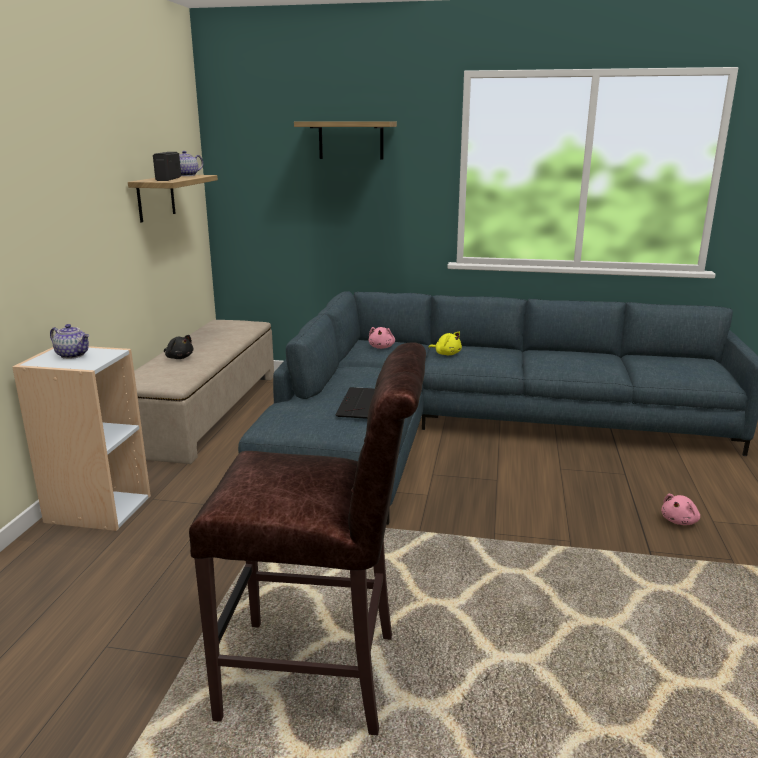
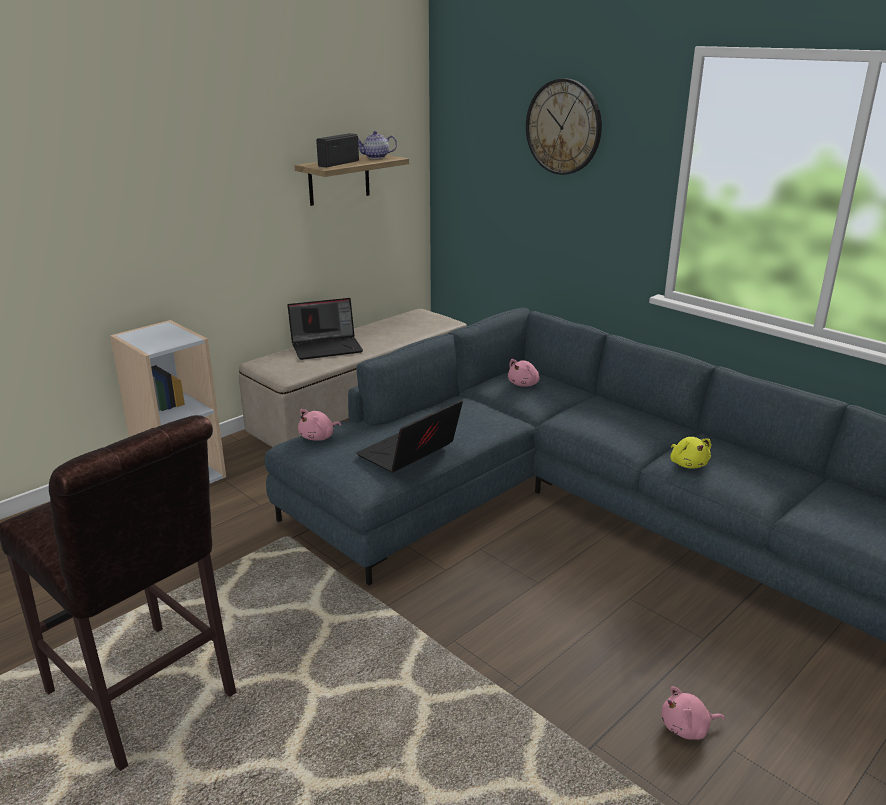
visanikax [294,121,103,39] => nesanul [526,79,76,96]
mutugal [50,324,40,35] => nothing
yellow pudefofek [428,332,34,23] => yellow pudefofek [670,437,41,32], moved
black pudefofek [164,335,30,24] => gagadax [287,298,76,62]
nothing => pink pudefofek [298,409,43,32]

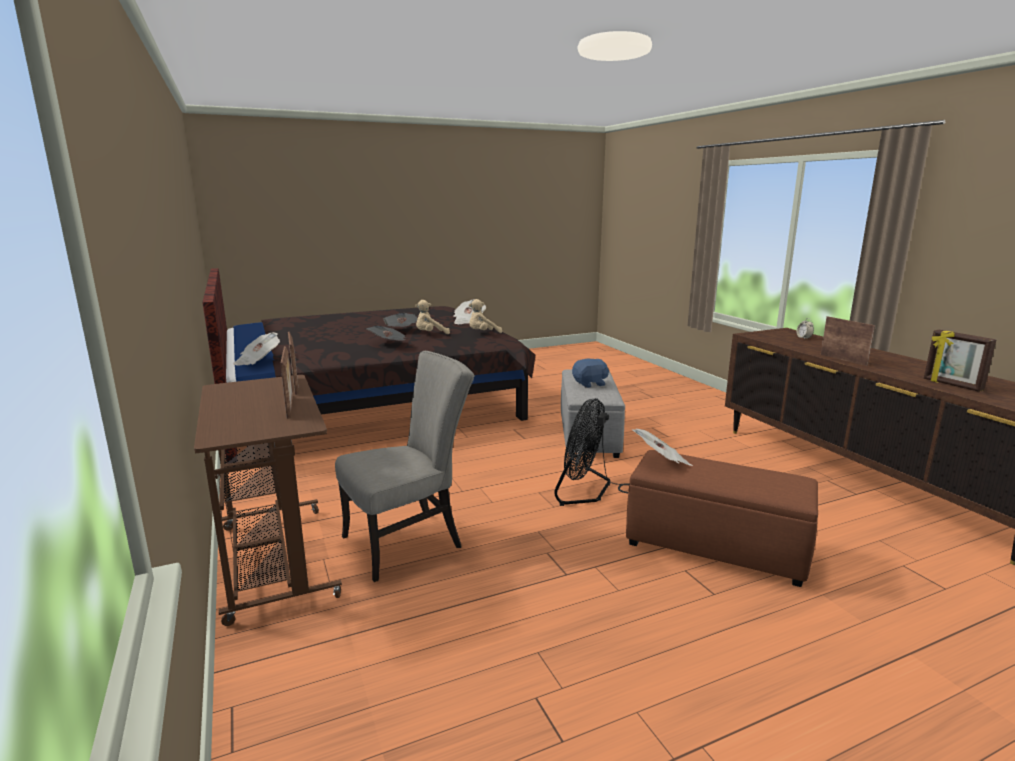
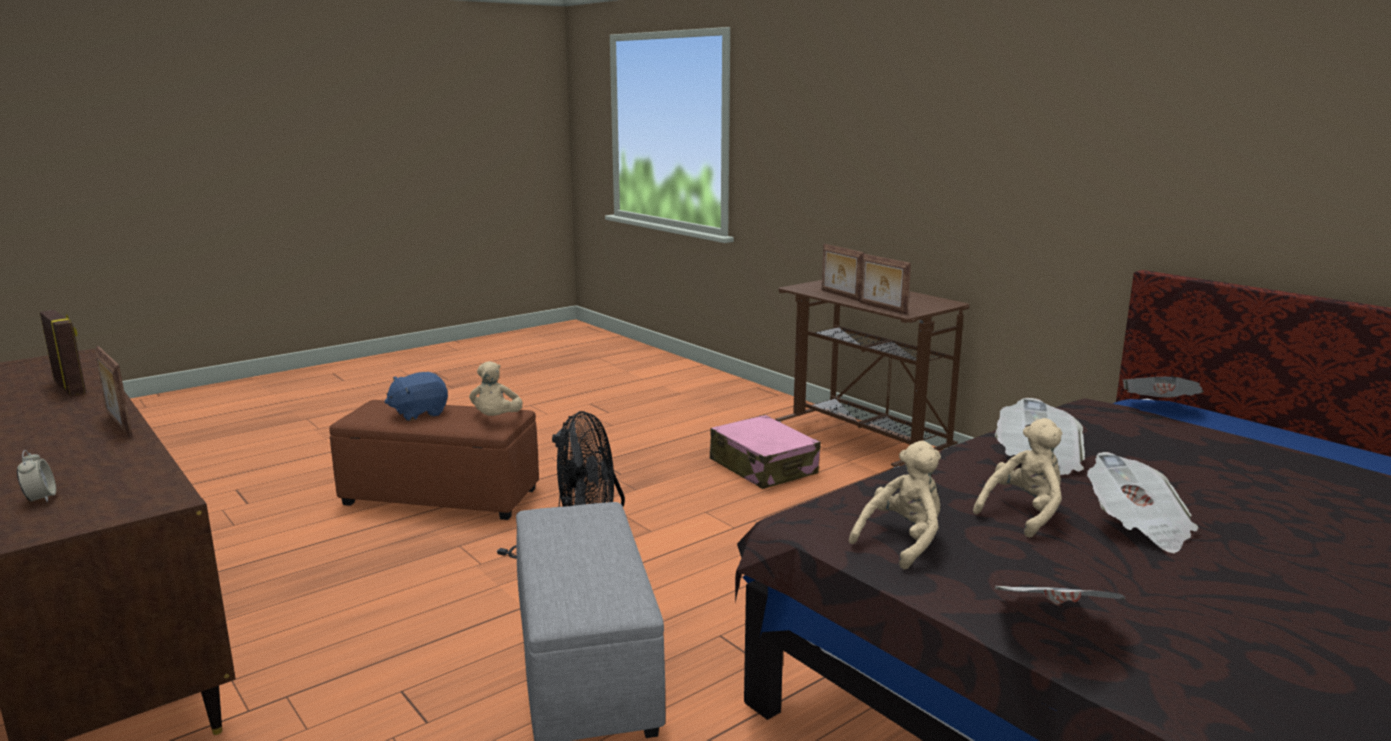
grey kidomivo [335,351,140,231] => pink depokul [710,415,111,74]
blue pudefofek [572,358,37,30] => blue pudefofek [385,372,63,49], moved
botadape [632,429,61,37] => beige pudefofek [469,361,54,55]

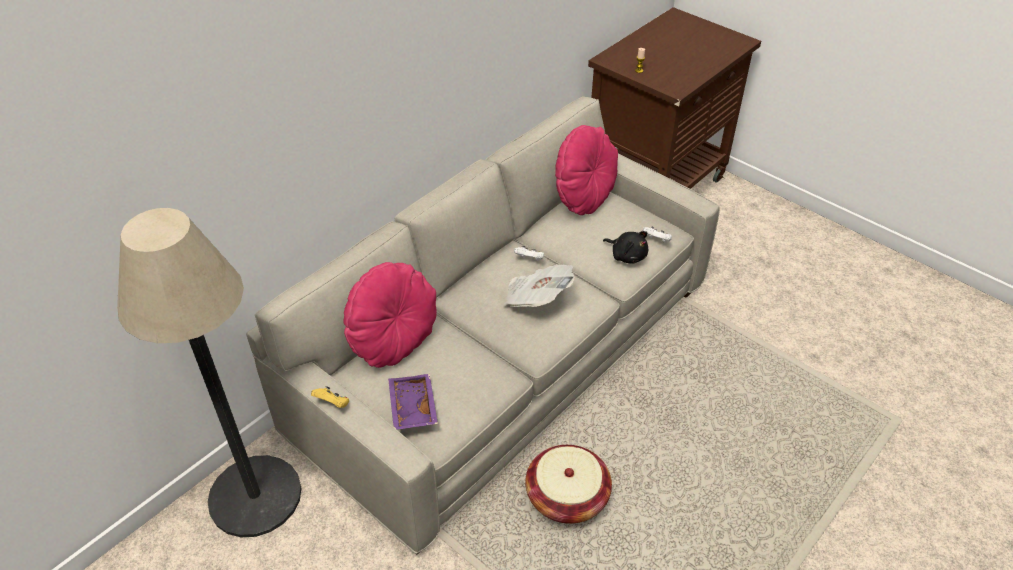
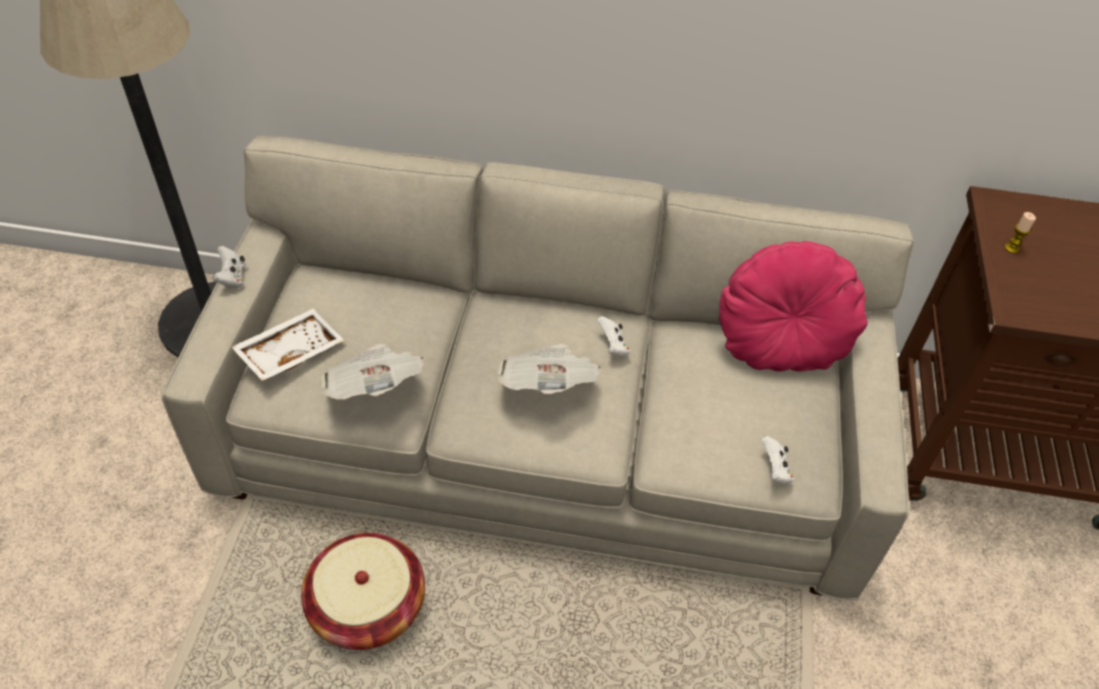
black pudefofek [603,231,45,33] => nothing
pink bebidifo [343,262,94,106] => nothing
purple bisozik [388,374,50,55] => white bisozik [232,309,113,72]
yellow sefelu [311,386,38,22] => white sefelu [212,246,34,42]
nothing => botadape [322,344,102,56]

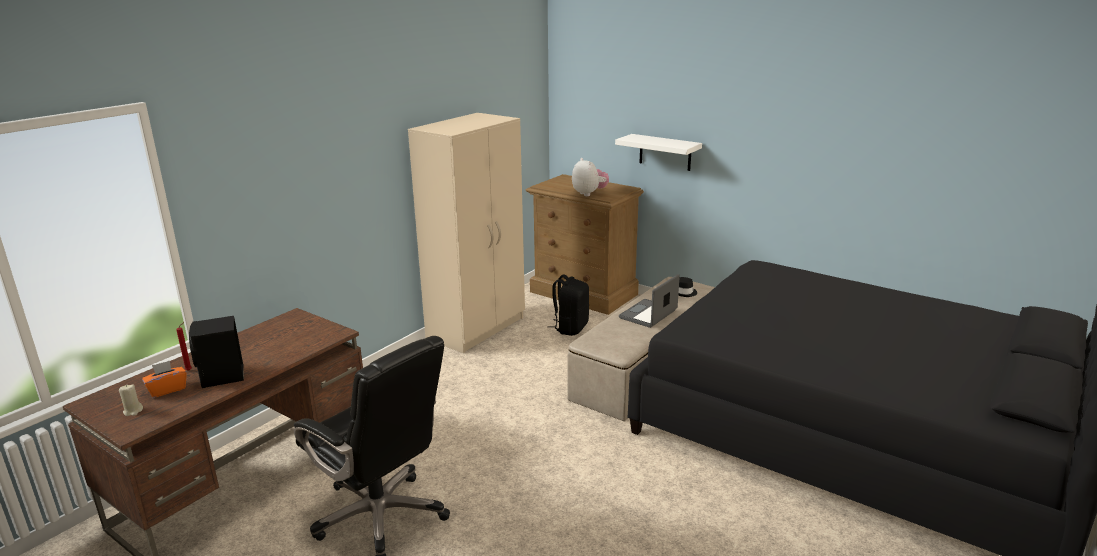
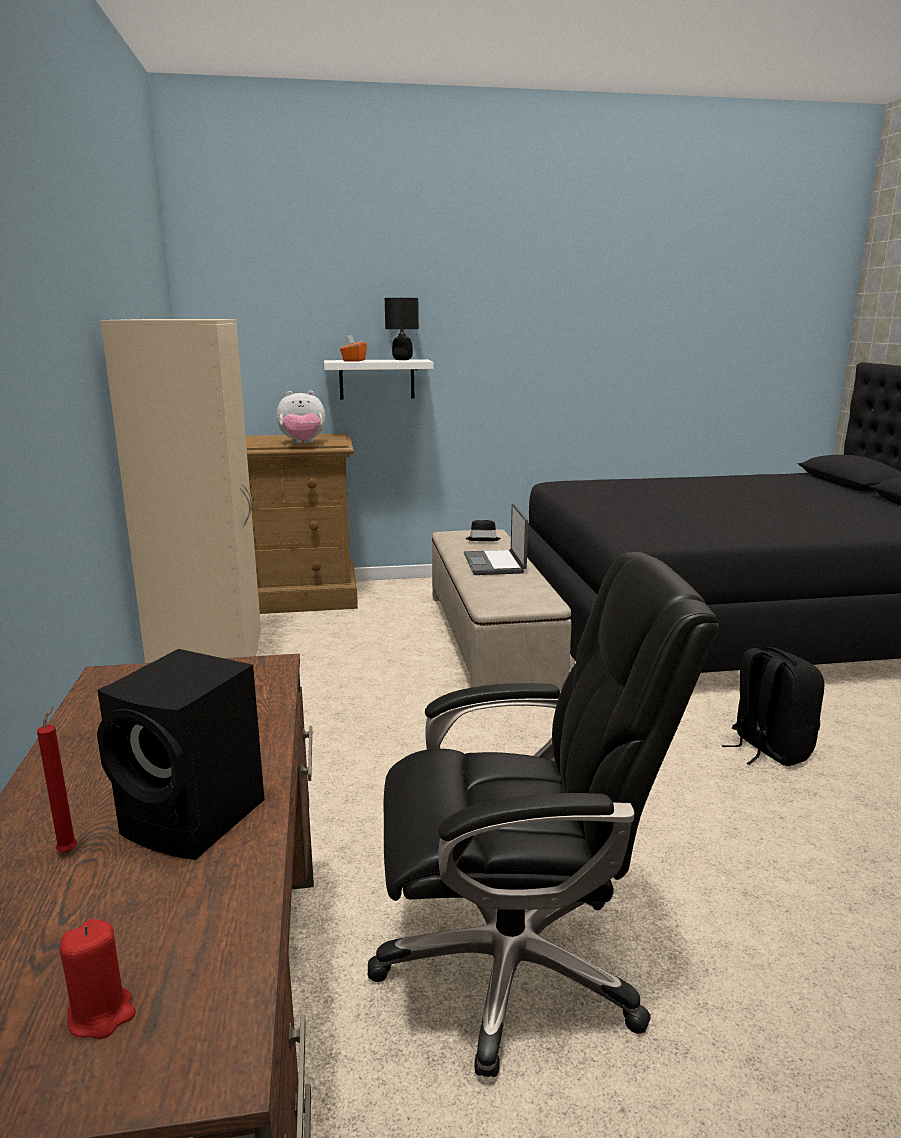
pudefofek [572,158,37,38] => pudefofek [276,391,50,52], 150 degrees clockwise
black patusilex [547,275,42,61] => black patusilex [722,647,102,119], moved
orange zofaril [142,360,45,38] => orange zofaril [340,335,27,27], moved
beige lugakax [119,384,24,32] => red lugakax [60,919,76,120]
nothing => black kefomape [385,297,34,63]

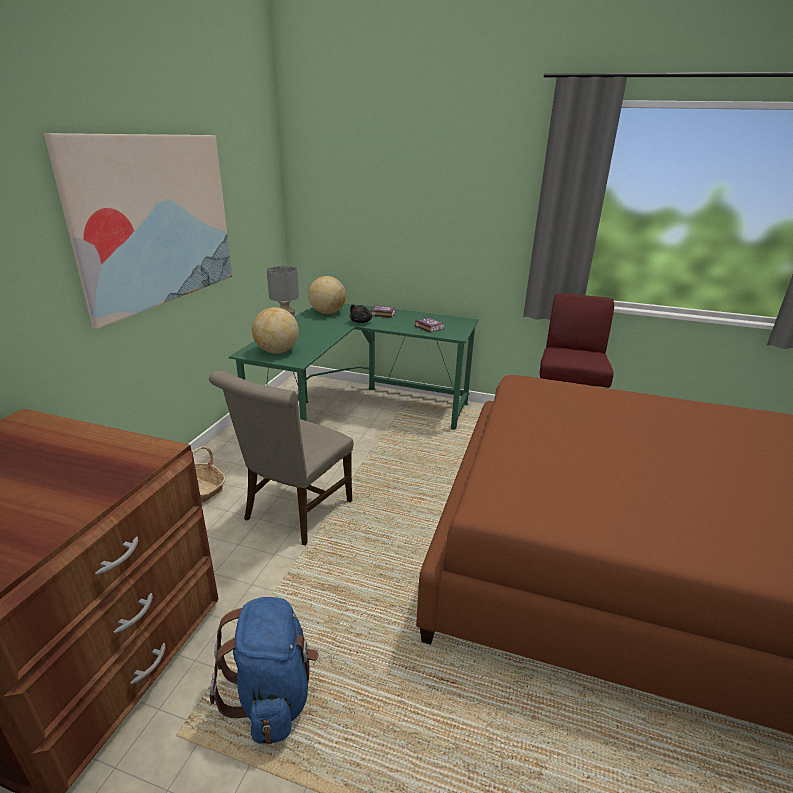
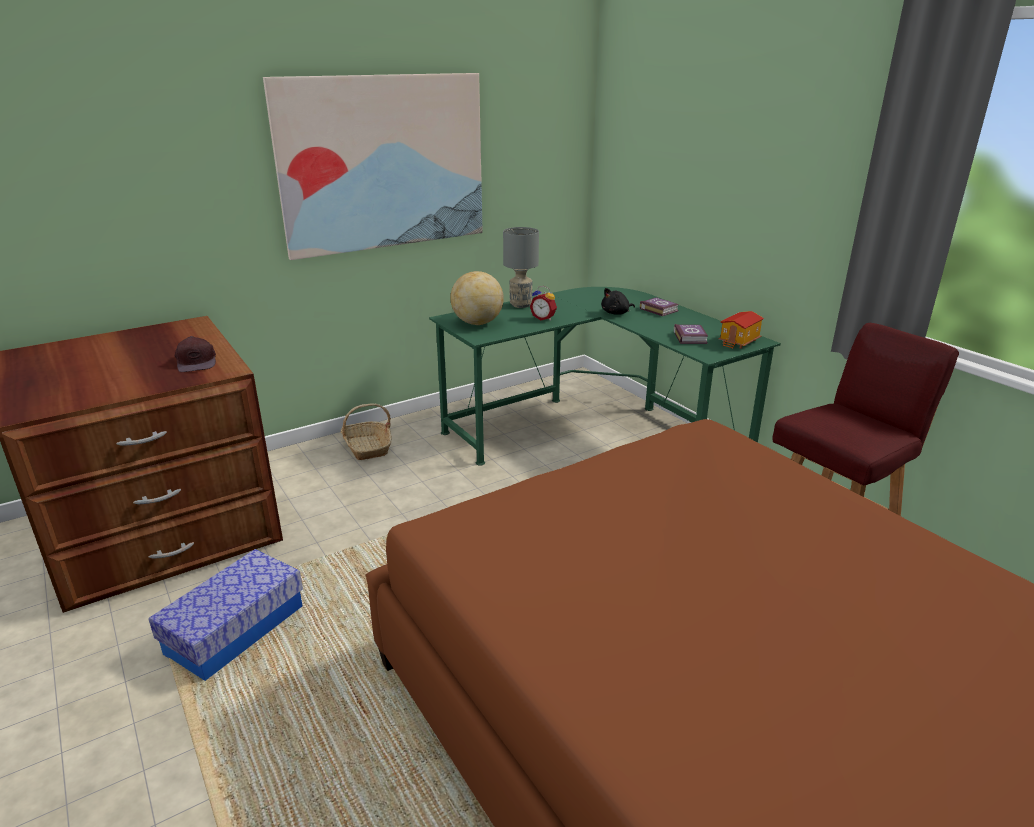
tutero [308,276,38,38] => nothing
beige kidomivo [209,371,145,175] => nothing
blue patusilex [210,597,109,147] => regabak [148,549,155,132]
nothing => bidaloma [530,286,27,35]
nothing => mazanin [718,311,46,38]
nothing => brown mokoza [175,336,41,36]

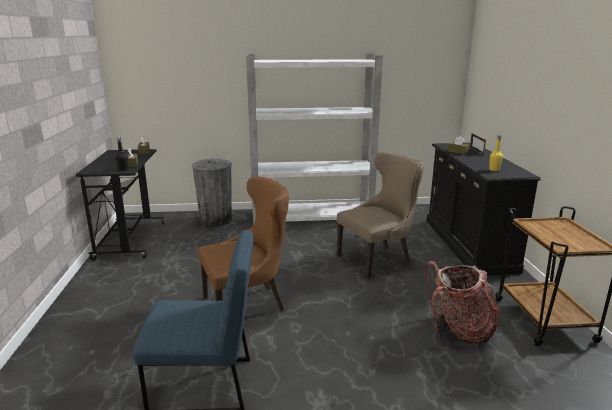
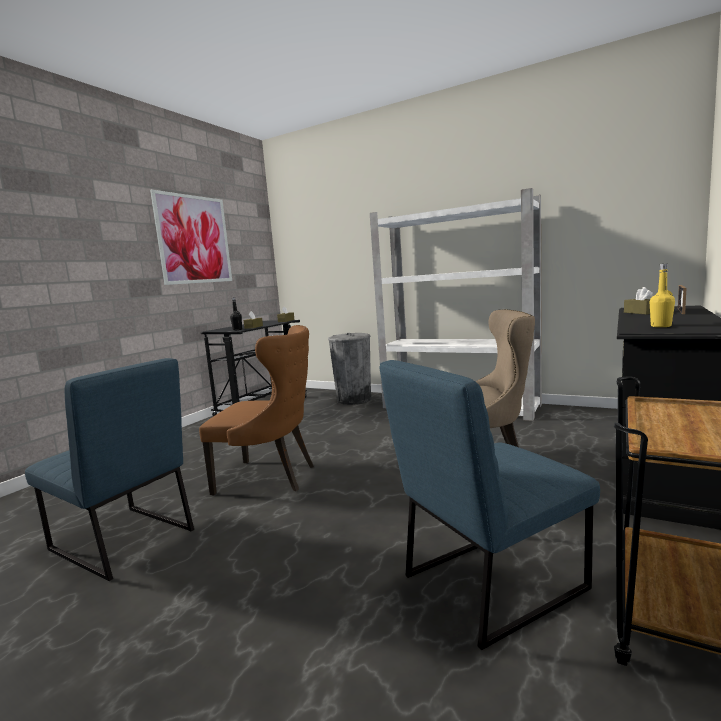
patusilex [425,261,75,84] => blue kidomivo [380,360,220,290]
nothing => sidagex [150,190,82,95]

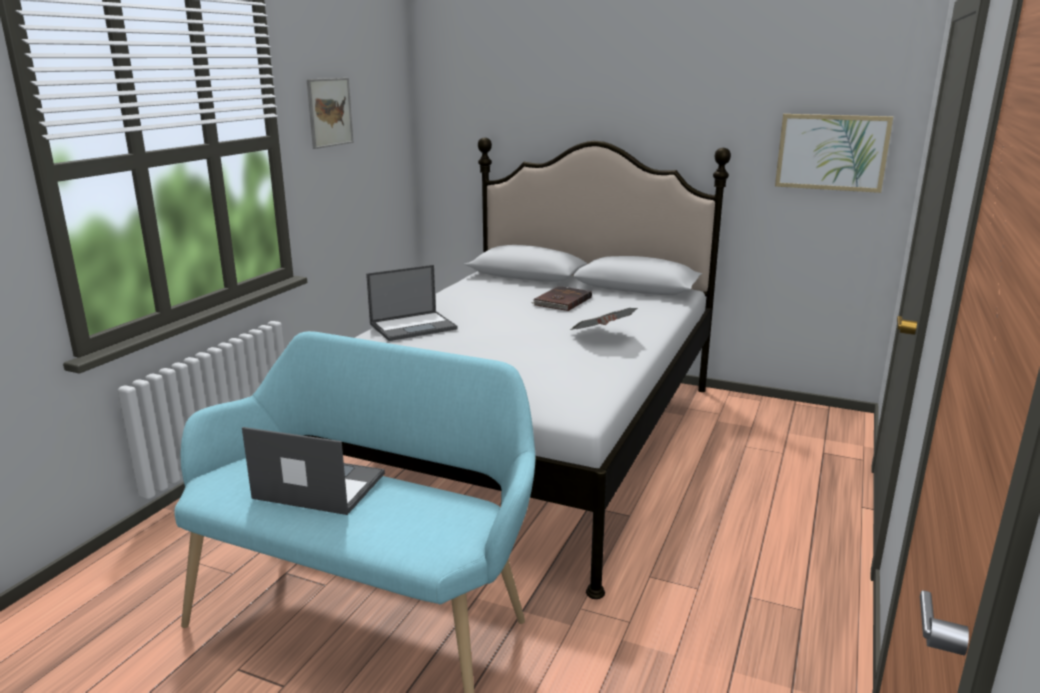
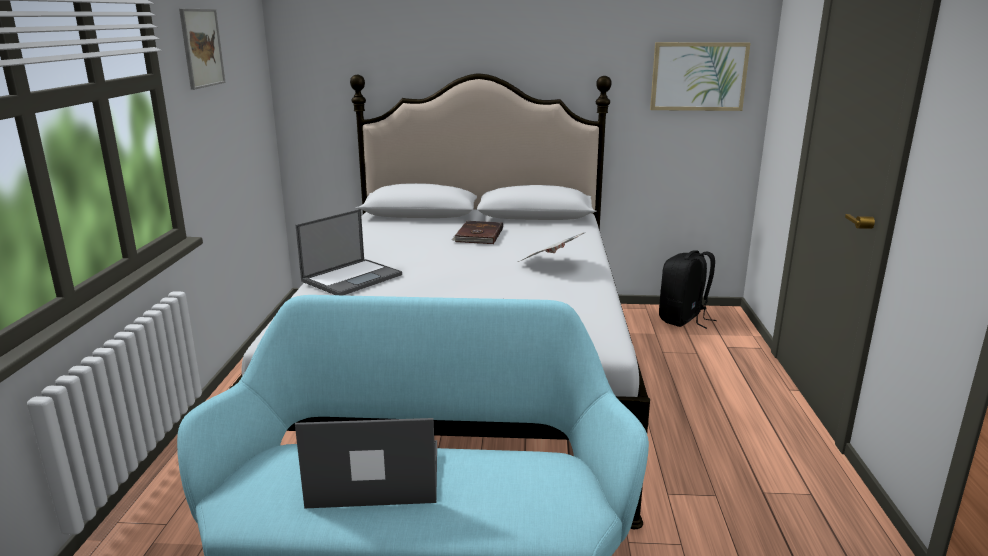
nothing => black patusilex [659,250,58,79]

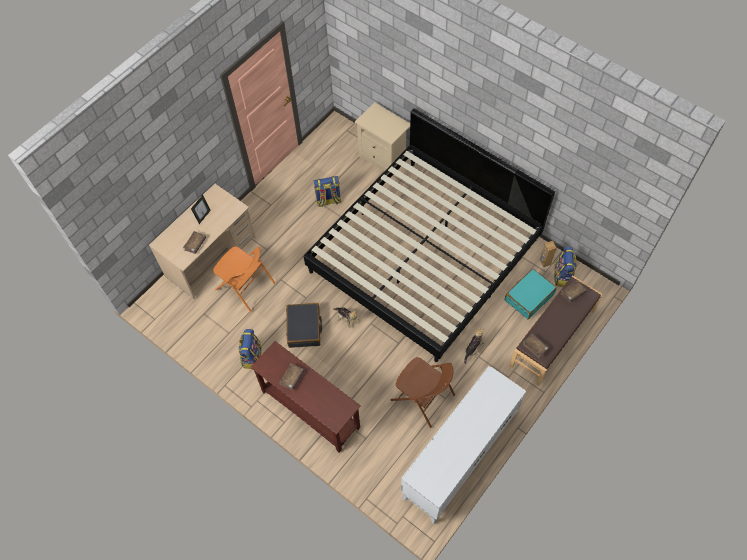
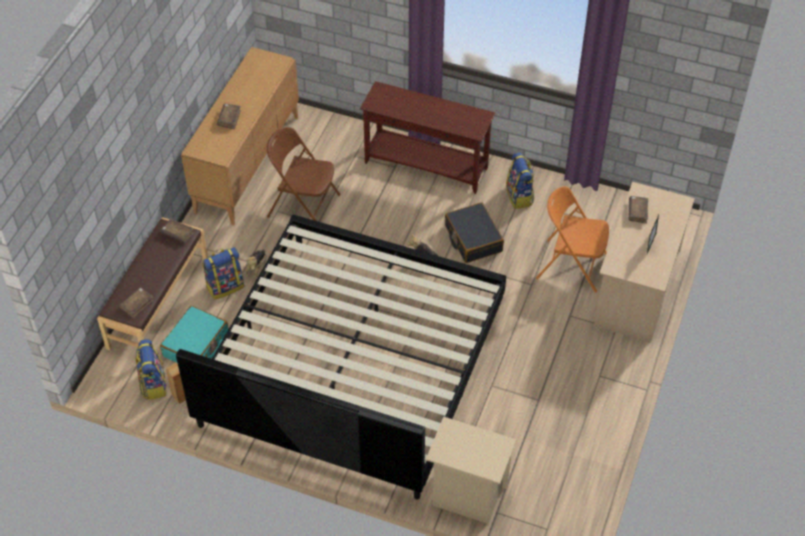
patusilex [314,176,27,31] => patusilex [203,247,41,53], moved
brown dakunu [279,363,25,27] => brown dakunu [217,104,24,25], moved
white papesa [401,366,125,158] => brown papesa [181,47,118,179]

